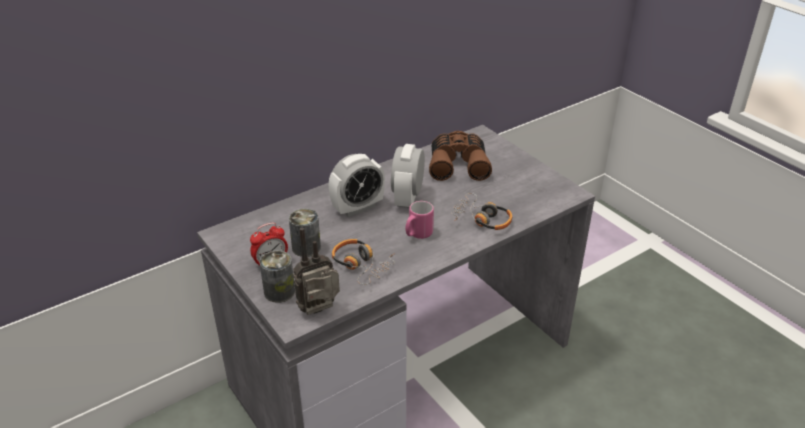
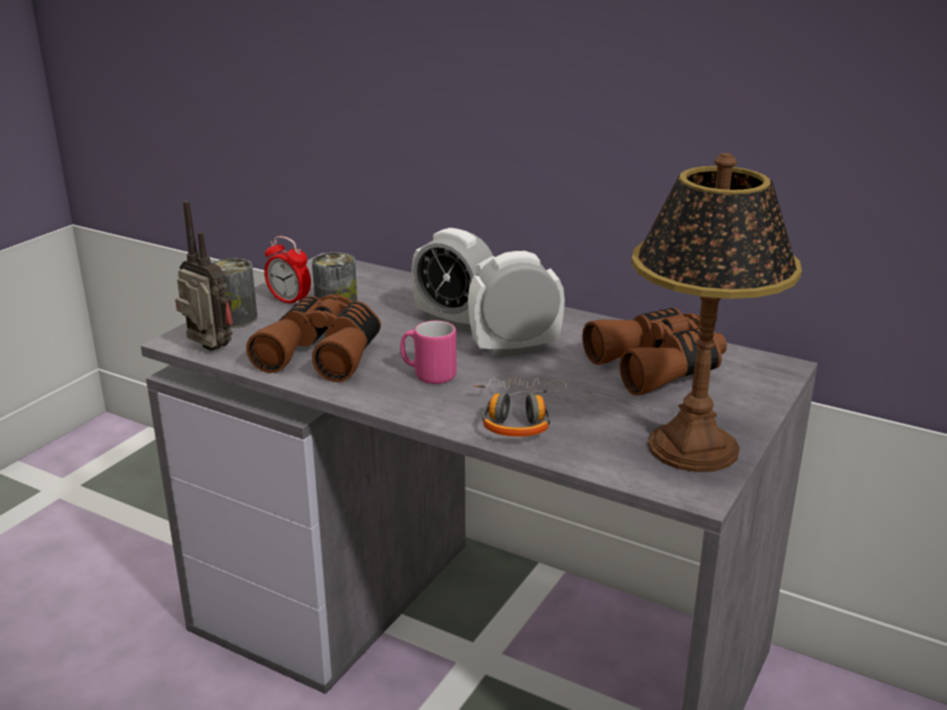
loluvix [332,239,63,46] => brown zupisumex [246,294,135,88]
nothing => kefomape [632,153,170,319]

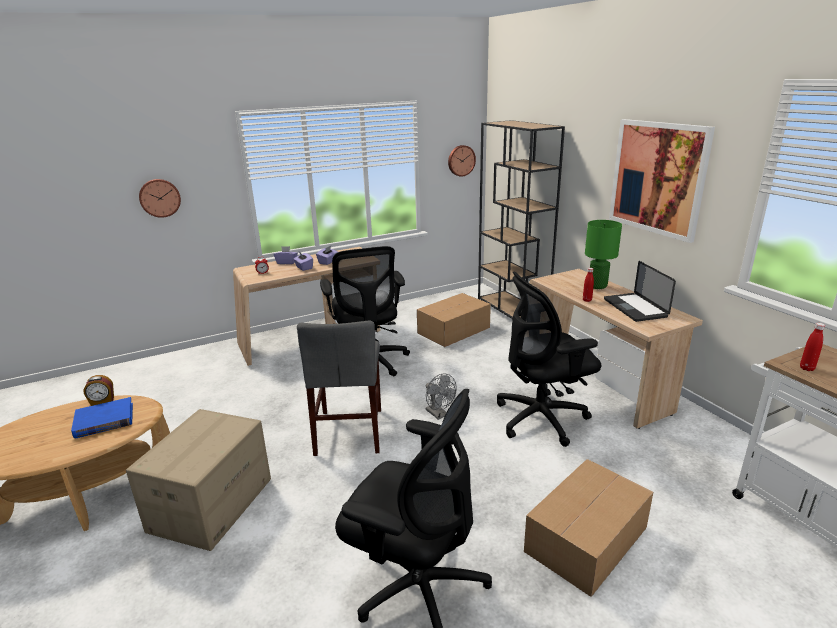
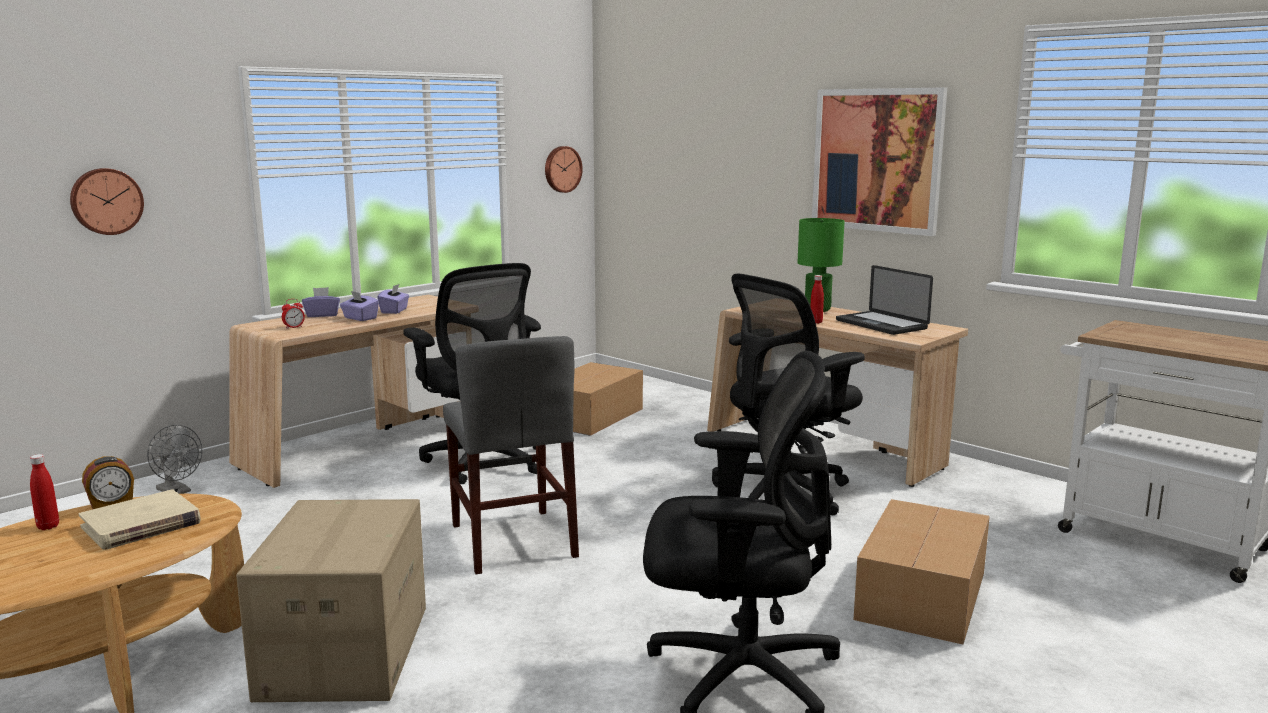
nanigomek [478,120,87,199] => nothing
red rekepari [800,323,25,48] => red rekepari [30,454,29,76], moved
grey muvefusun [426,374,30,46] => grey muvefusun [147,425,55,69], moved
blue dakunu [71,397,62,41] => beige dakunu [78,489,123,61]

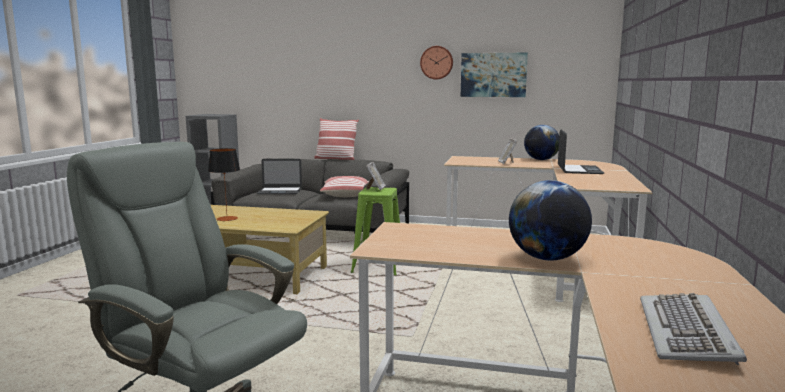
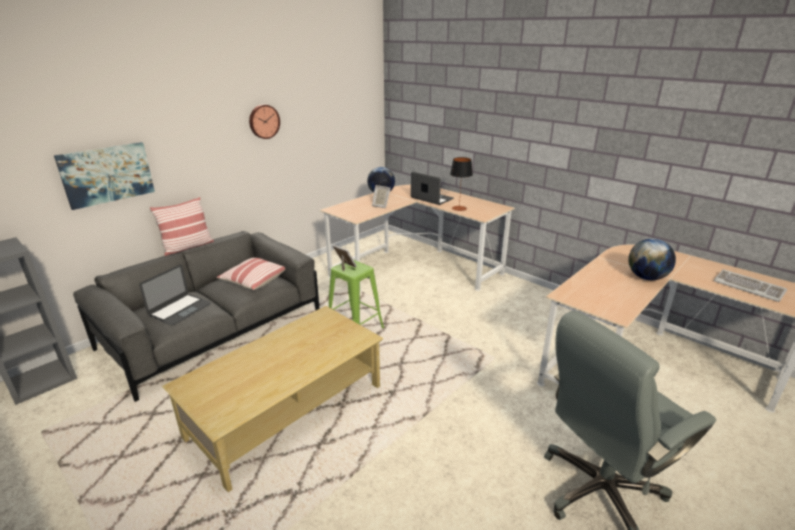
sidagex [461,53,67,44] => sidagex [54,142,101,68], moved
kefomape [208,148,32,73] => kefomape [450,157,23,54], moved

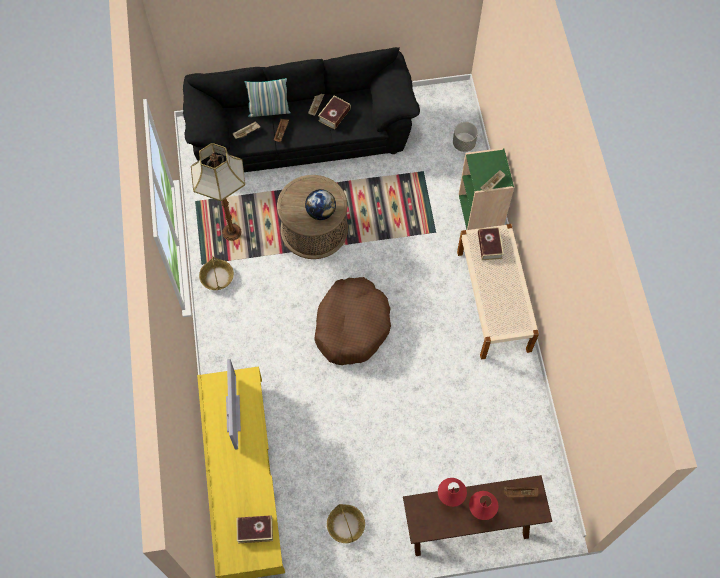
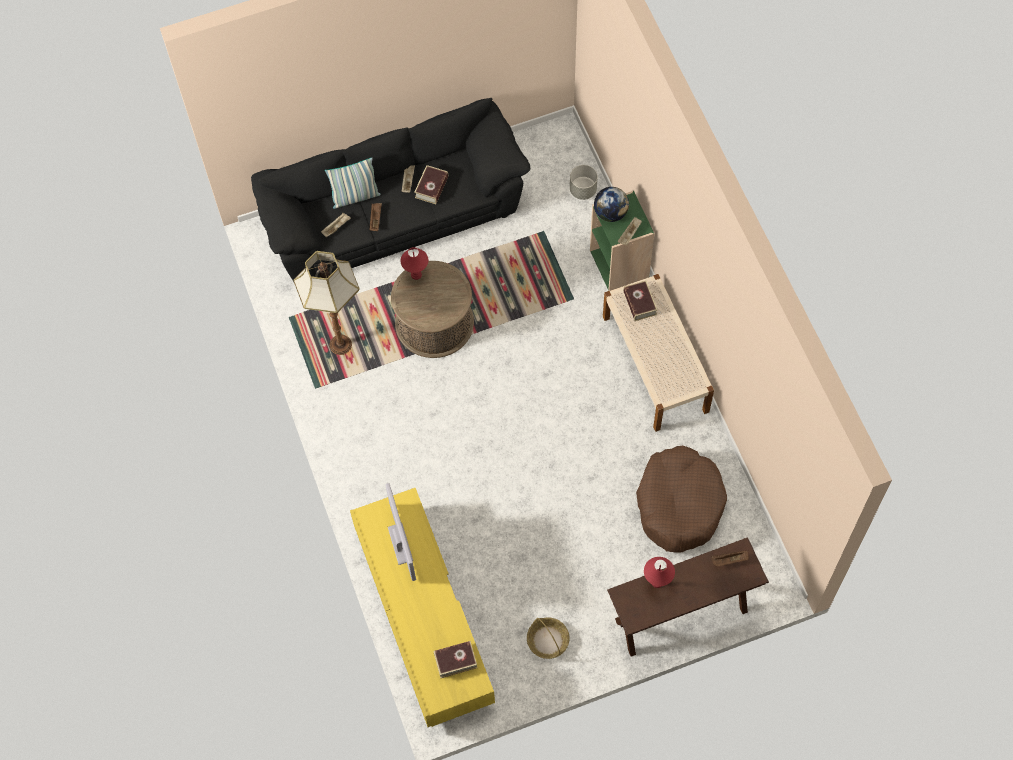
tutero [305,189,31,31] => tutero [594,187,35,35], moved
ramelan [199,256,35,34] => nothing
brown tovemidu [314,277,77,88] => brown tovemidu [636,446,91,107], moved
red kefomape [469,491,29,29] => red kefomape [400,247,28,33], moved

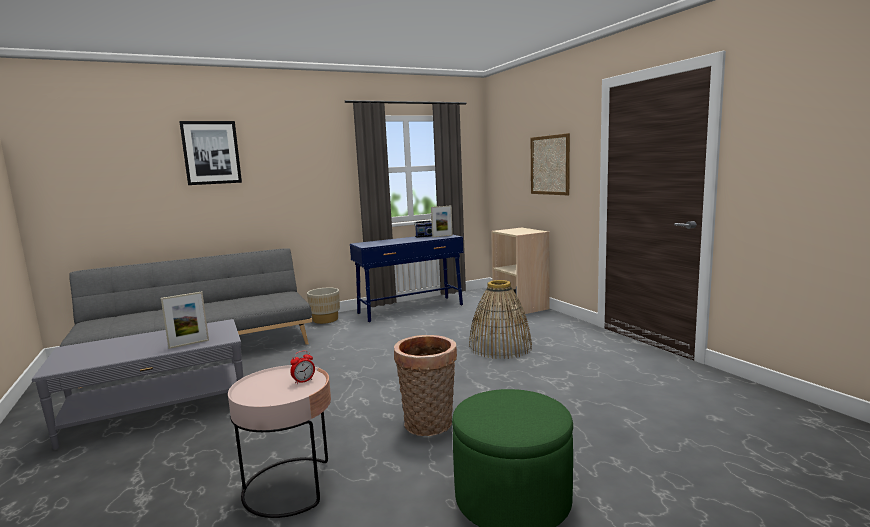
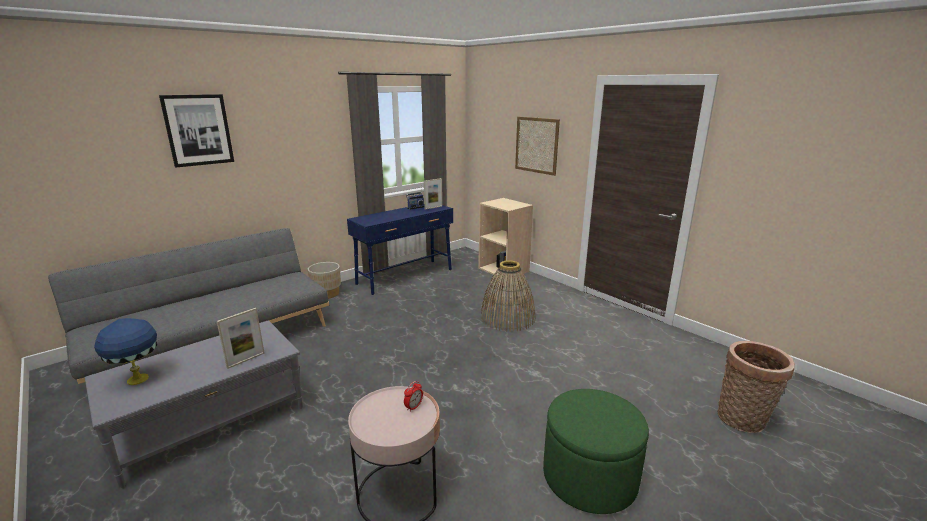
ramelan [394,335,63,101] => ramelan [717,341,78,92], moved
nothing => blue kefomape [94,318,63,67]

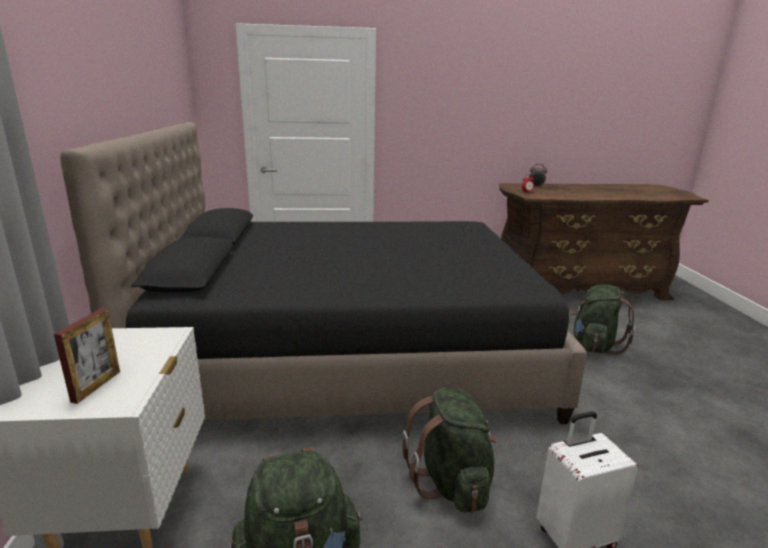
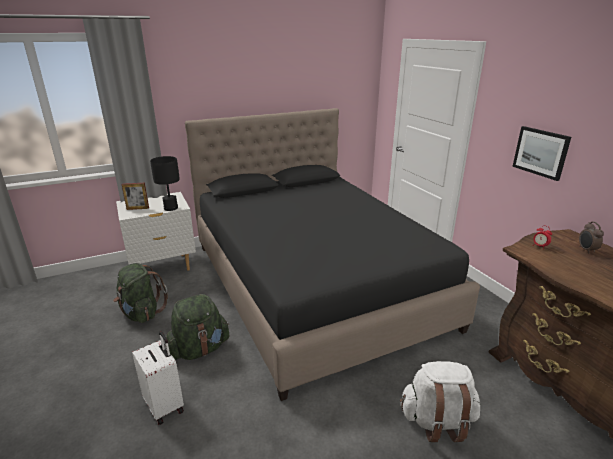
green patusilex [570,284,65,71] => white patusilex [400,361,80,81]
nothing => sidagex [512,126,59,55]
nothing => black kefomape [150,156,30,55]

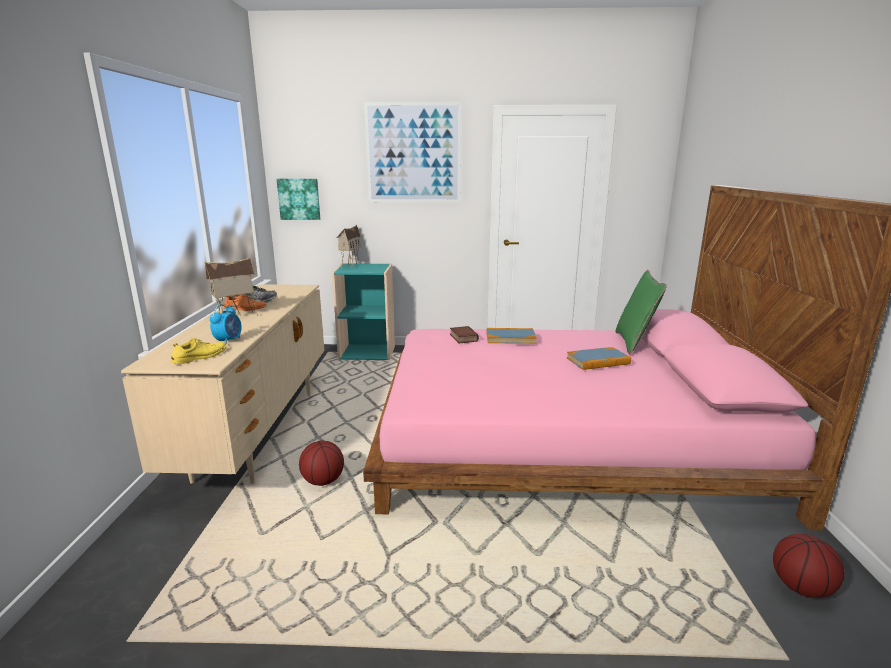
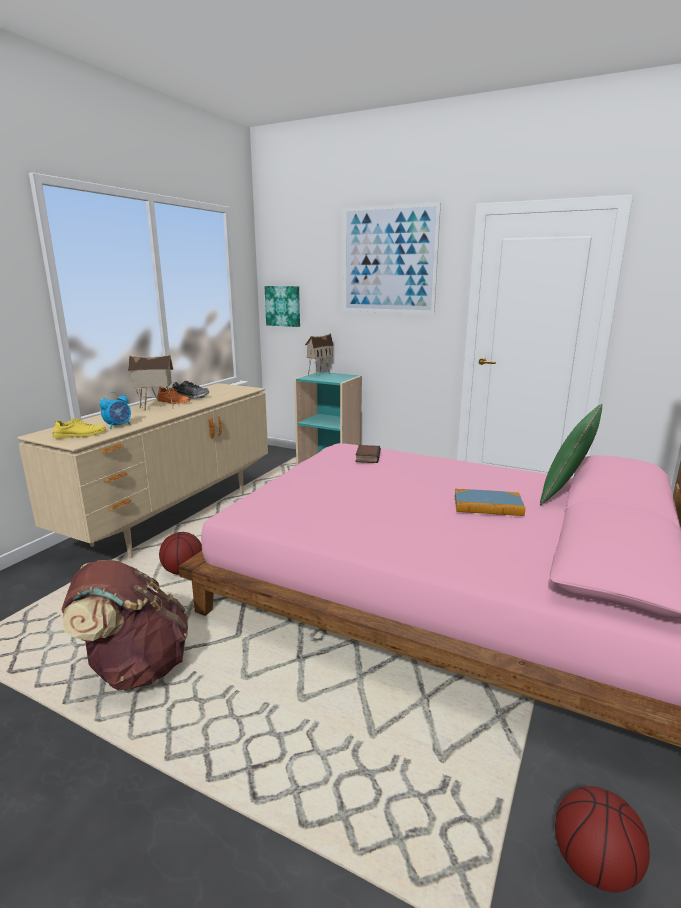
dakunu [487,328,50,16] => nothing
nothing => brown patusilex [61,560,127,131]

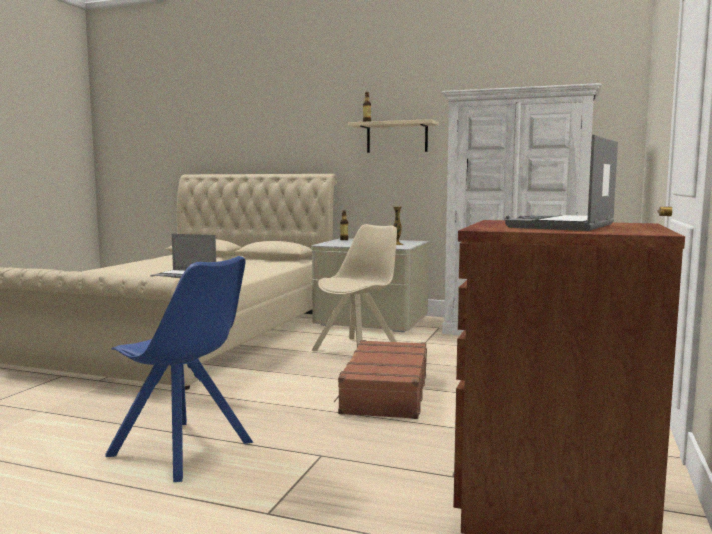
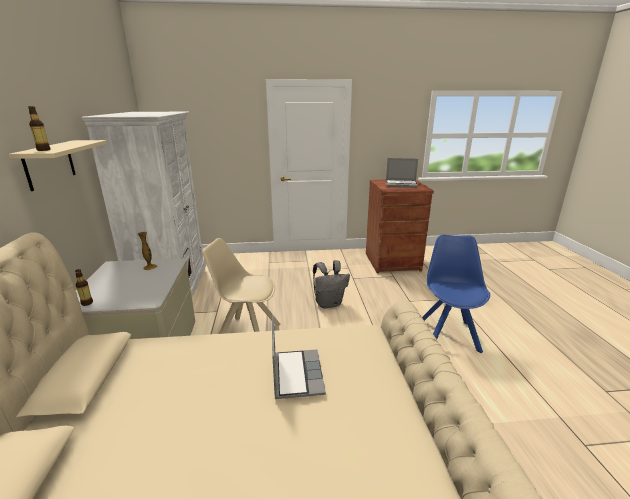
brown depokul [334,340,93,79] => grey patusilex [313,260,37,49]

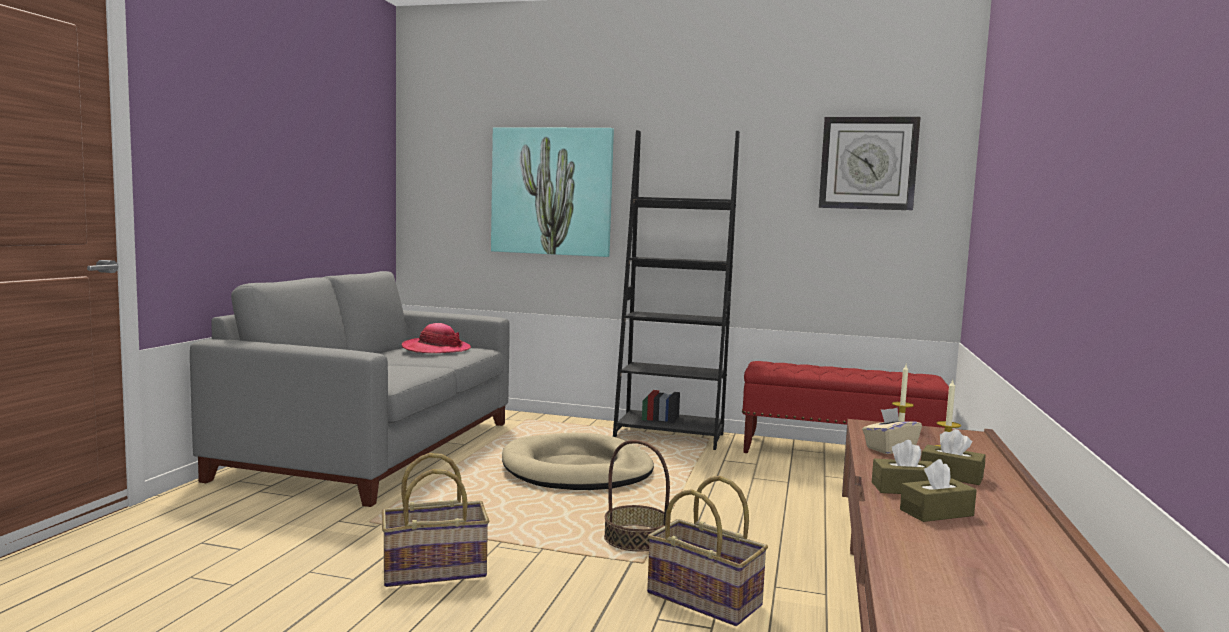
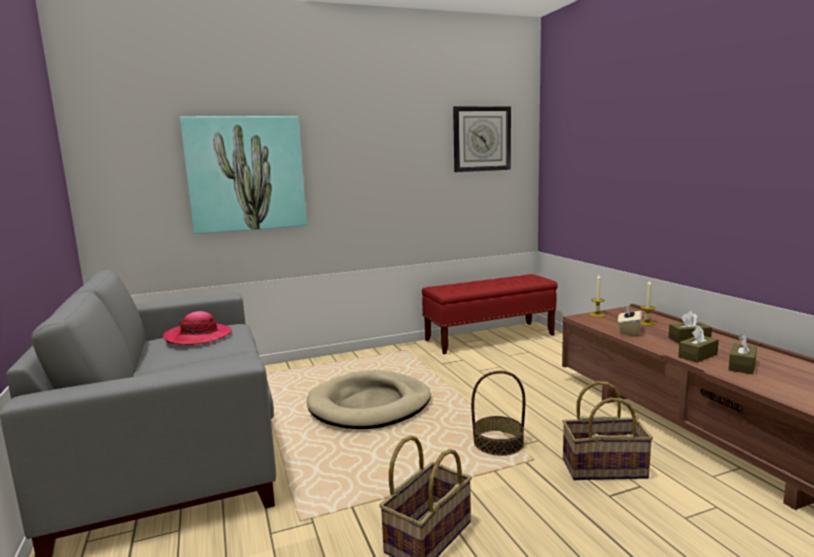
black nanigomek [613,130,127,320] => nothing

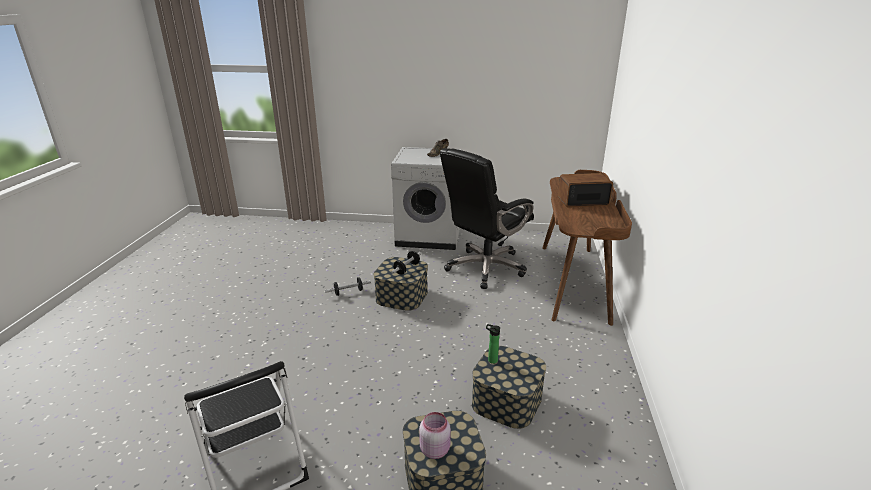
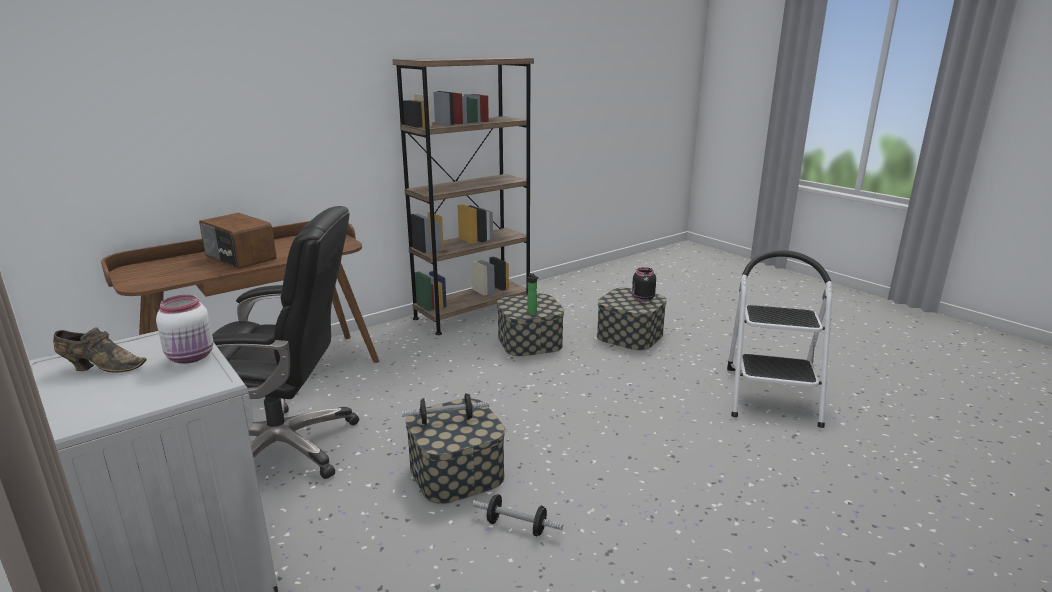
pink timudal [419,412,32,47] => black timudal [632,267,24,35]
nothing => brown nanigomek [393,57,141,278]
nothing => white timudal [156,295,57,69]

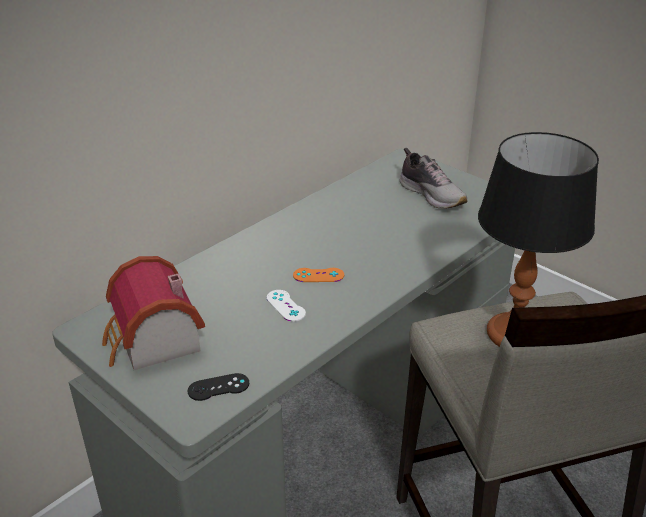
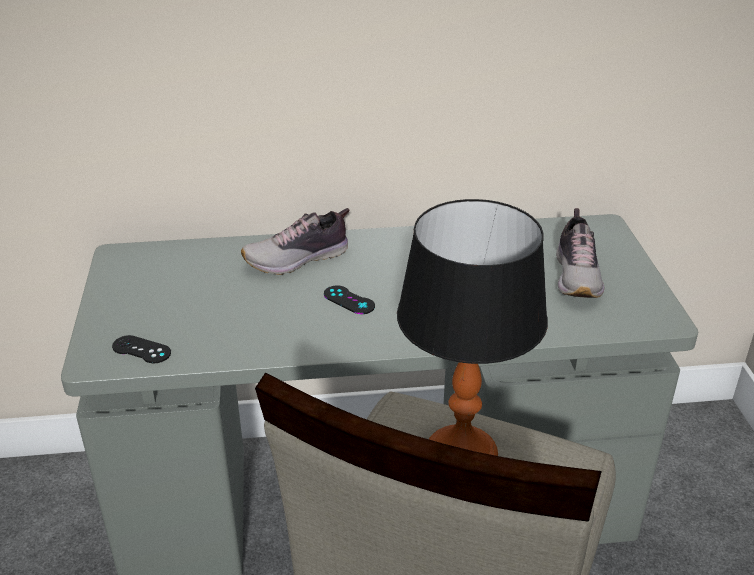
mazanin [102,256,103,114] => nothing
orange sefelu [293,268,51,14] => black sefelu [324,285,51,29]
white sefelu [267,290,39,32] => nothing
nothing => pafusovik [241,208,108,67]

